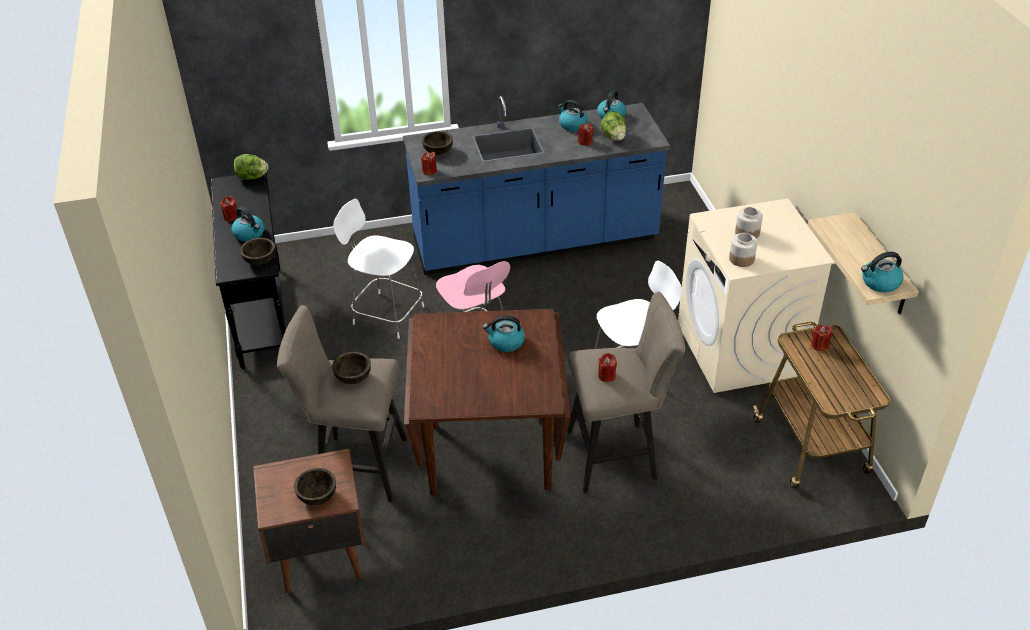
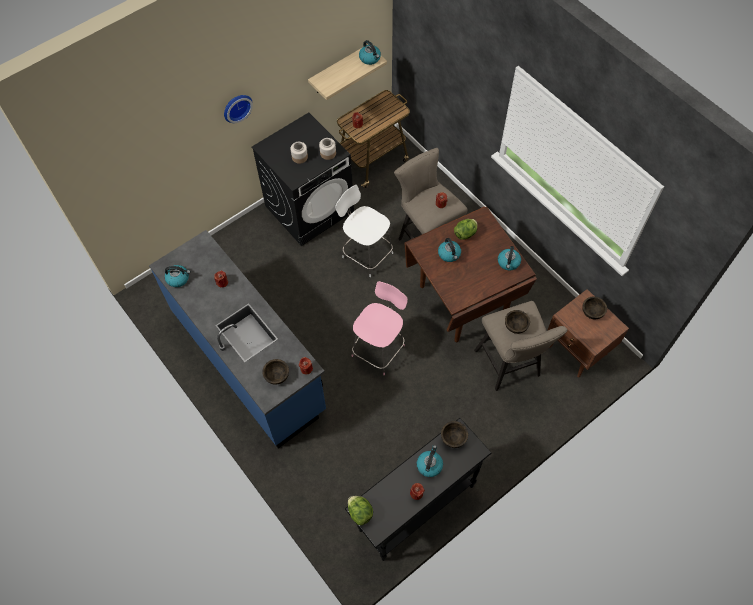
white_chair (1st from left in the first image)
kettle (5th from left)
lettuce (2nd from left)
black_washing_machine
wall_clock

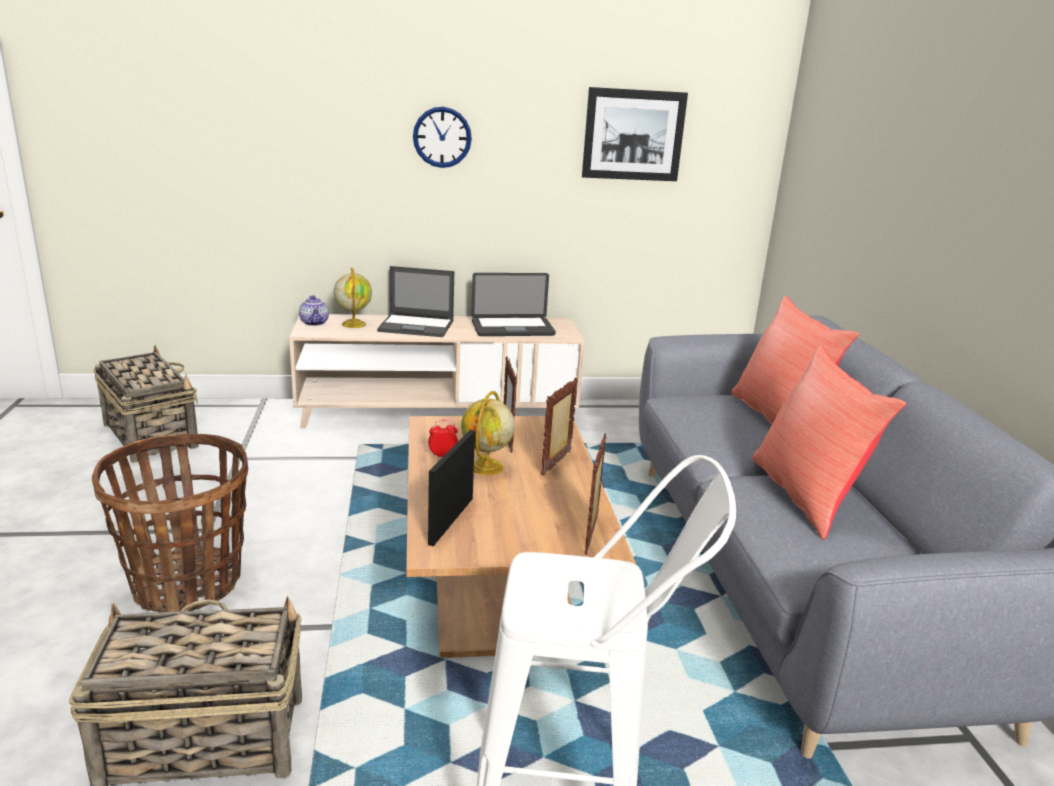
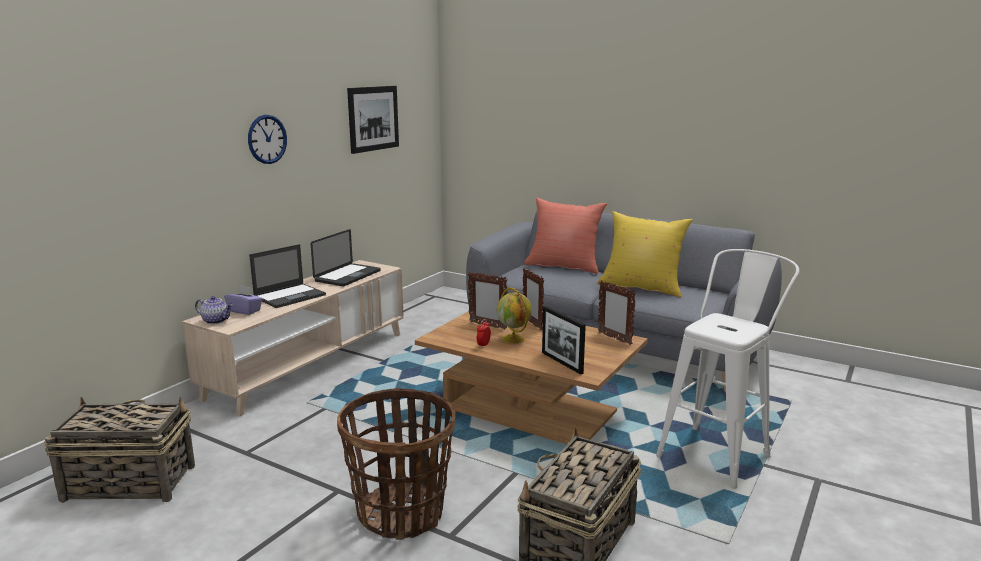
purple_tissue_box
yellow_pillow

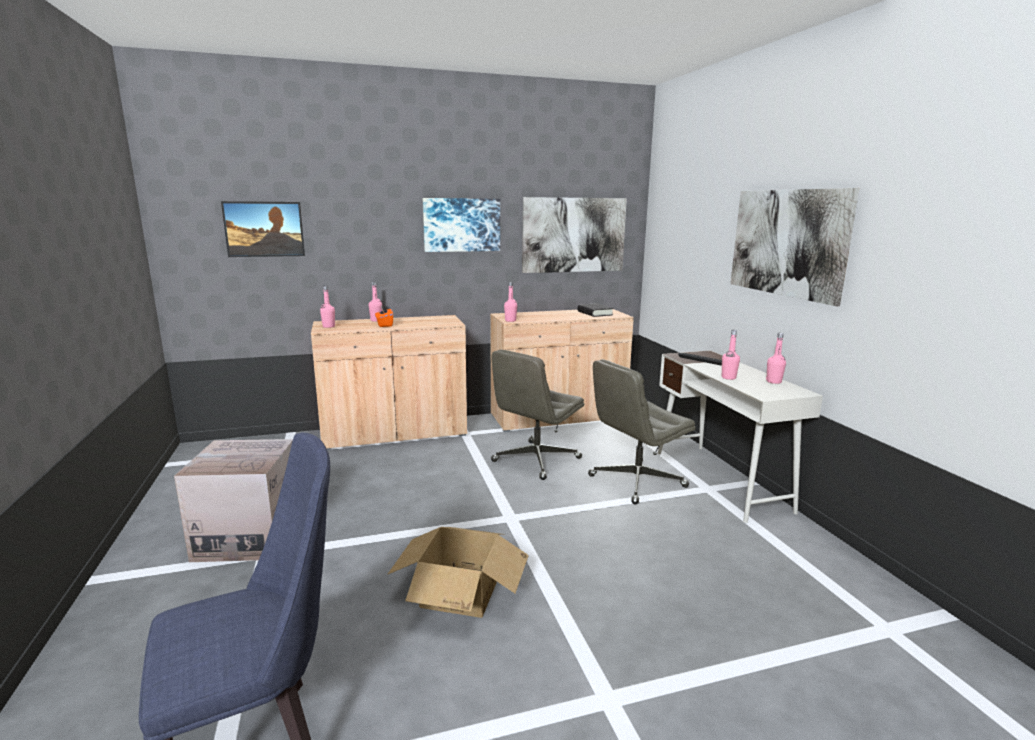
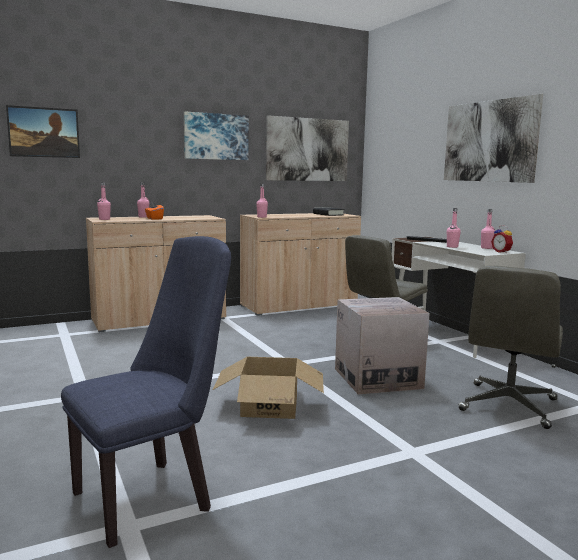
cardboard_box (2nd from left)
grey_office_chair (2nd from left)
alarm_clock

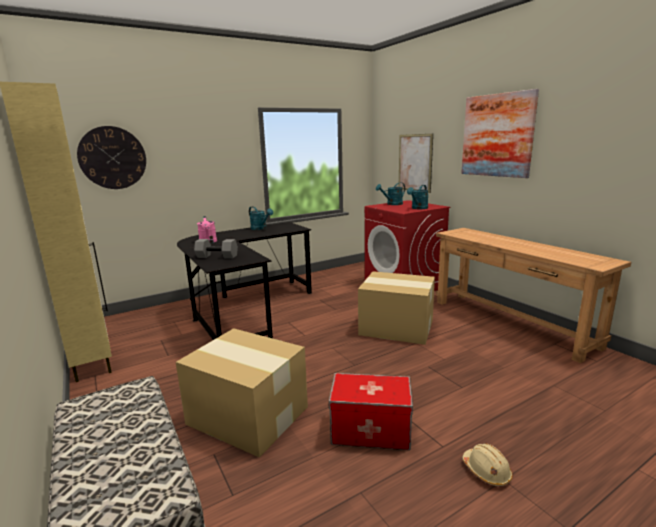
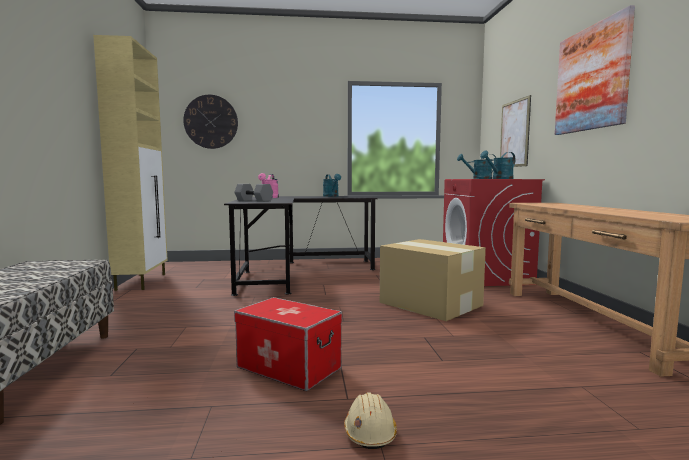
cardboard_box (1st from left in the first image)

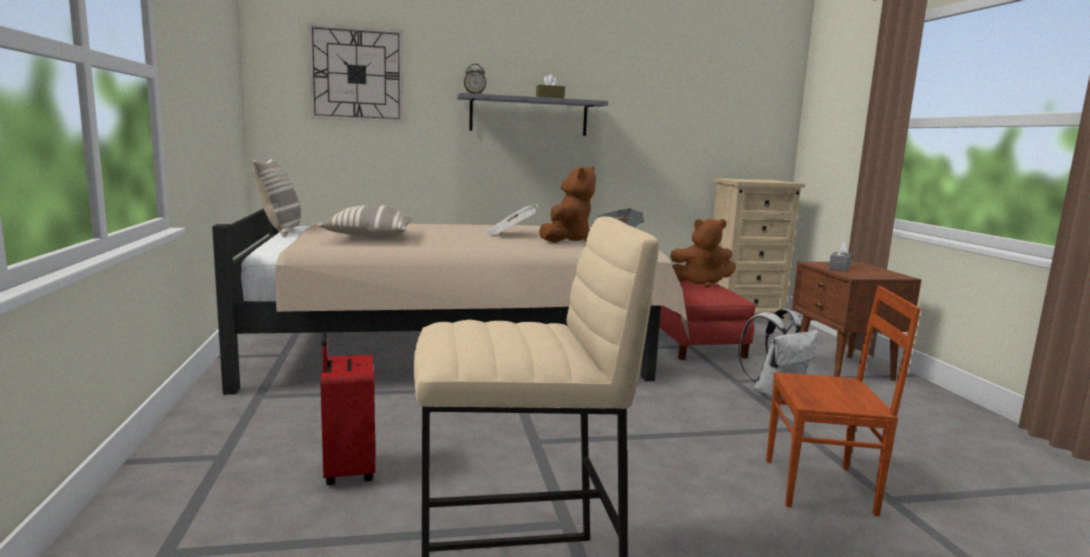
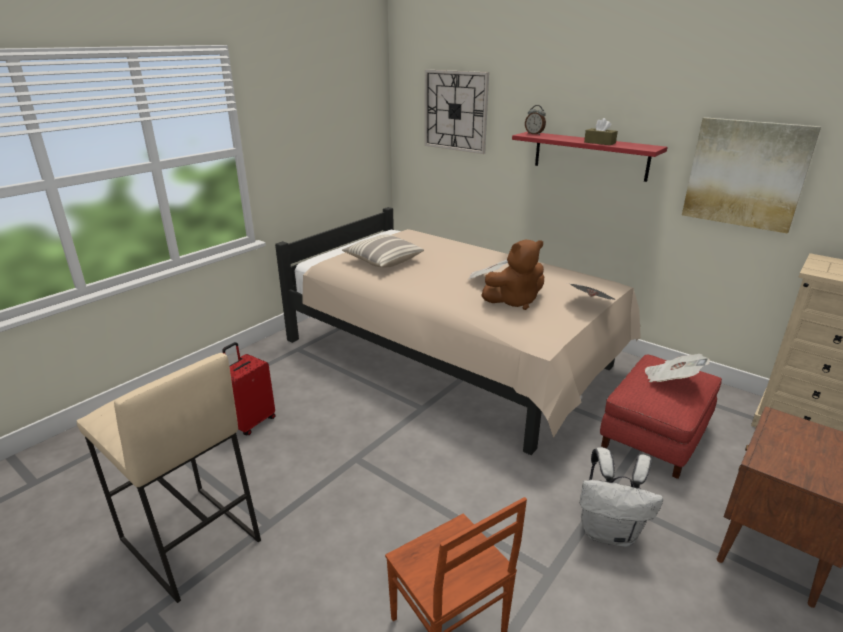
pillow (1st from left in the first image)
red_shelf
newspaper (3rd from left)
grey_tissue_box
picture

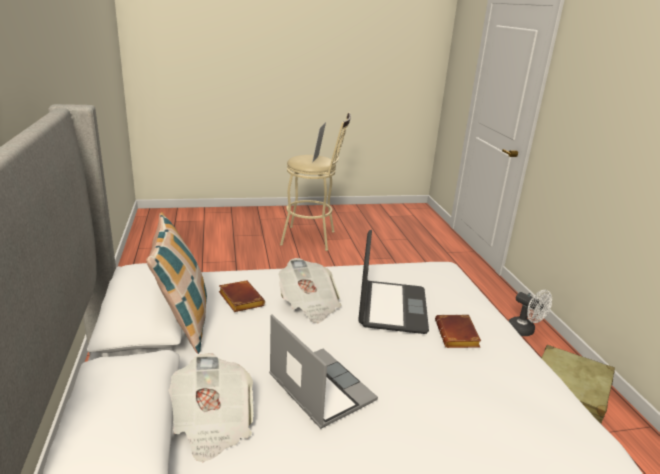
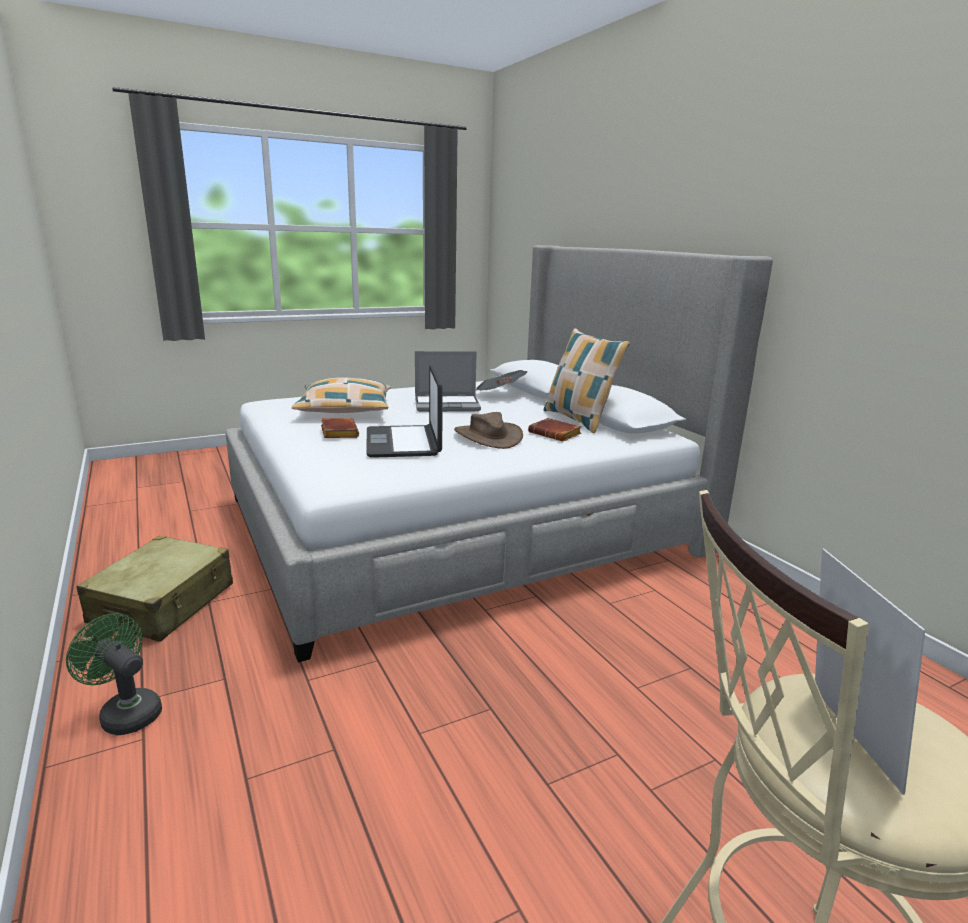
laptop (2nd from left)
brown_hat
green_fan
pillow (1st from left)

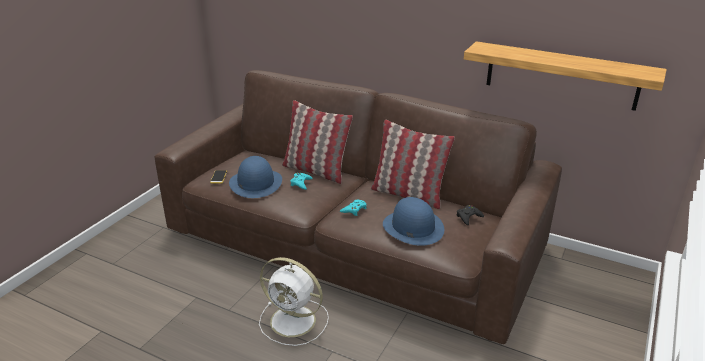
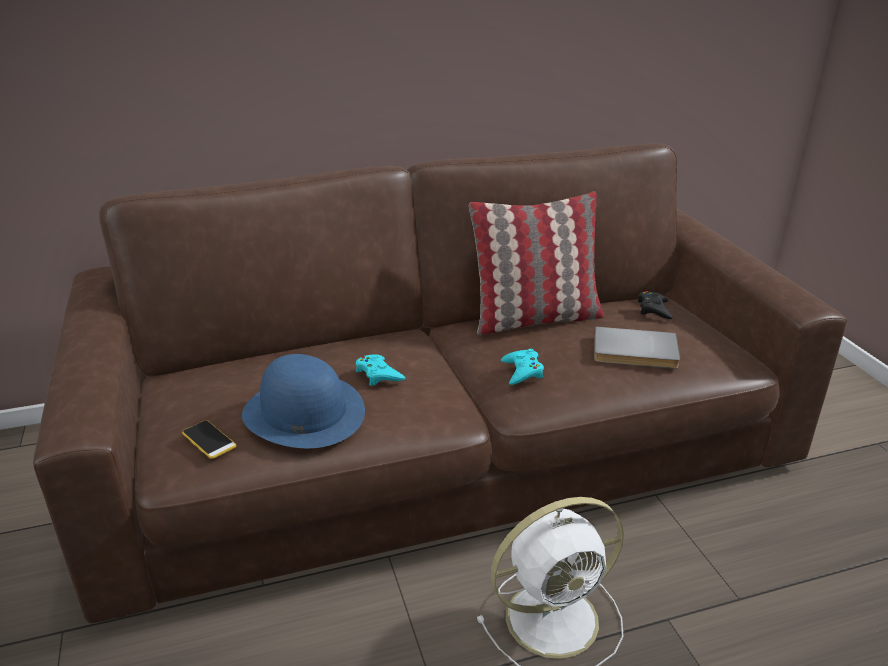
pillow (1st from left in the first image)
grey_book
shelf

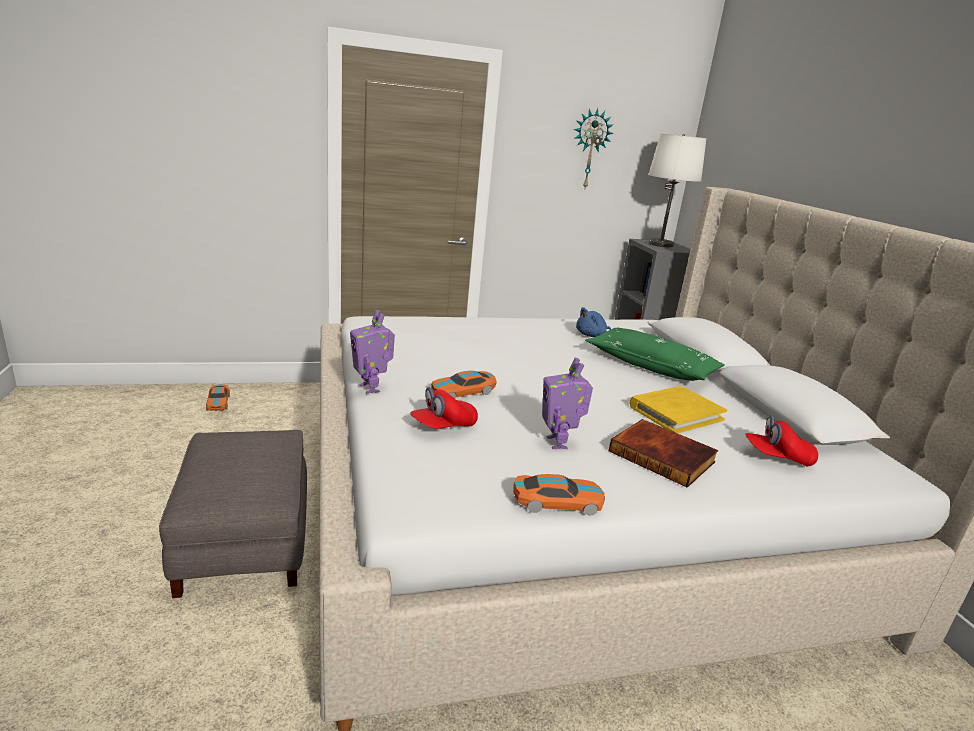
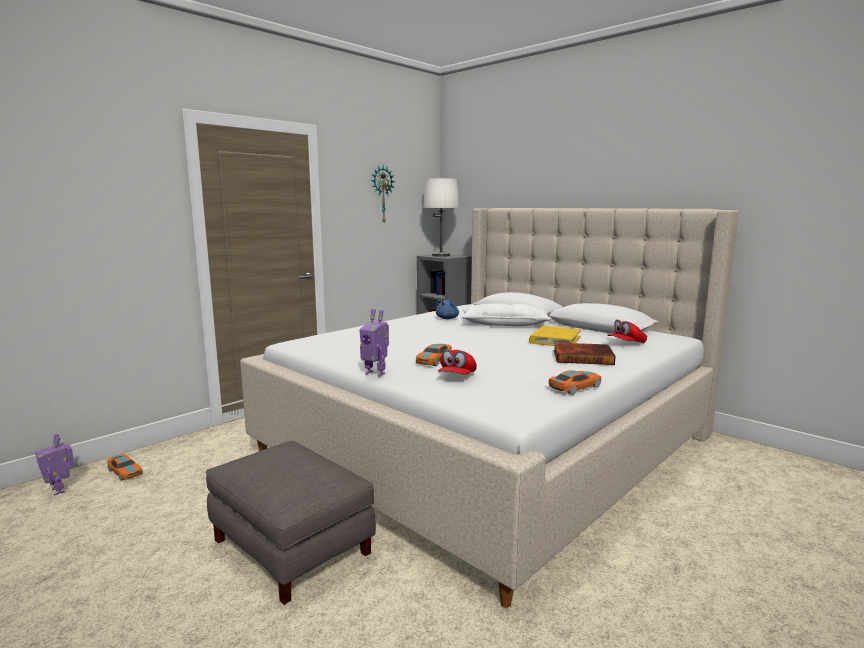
toy_robot (1st from left)
white_pillow

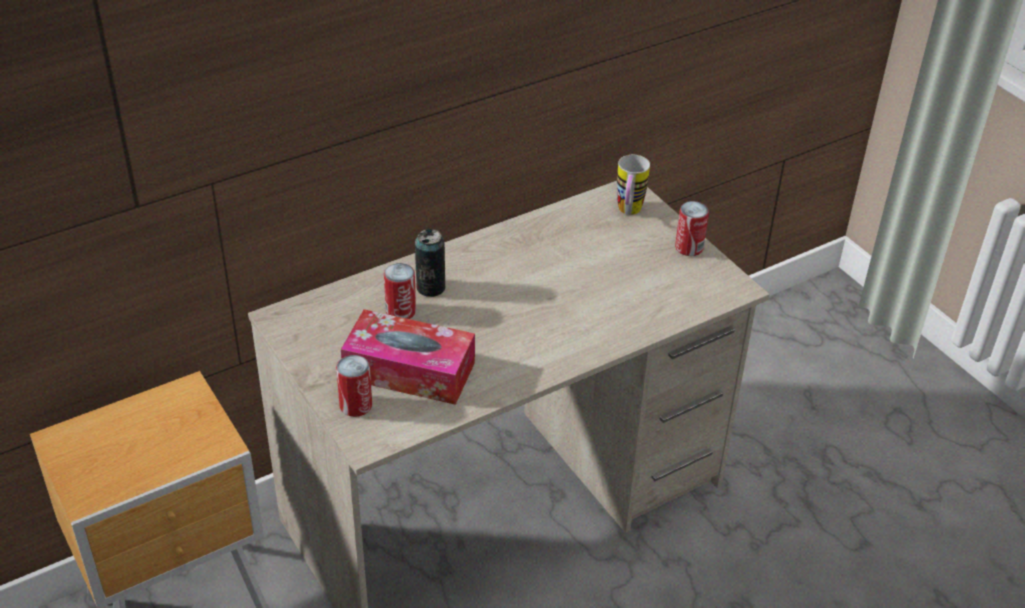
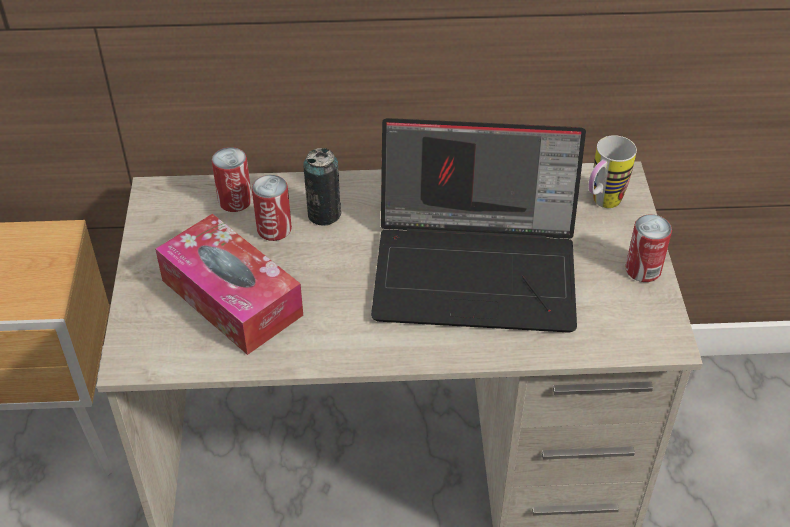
can (1st from left)
laptop

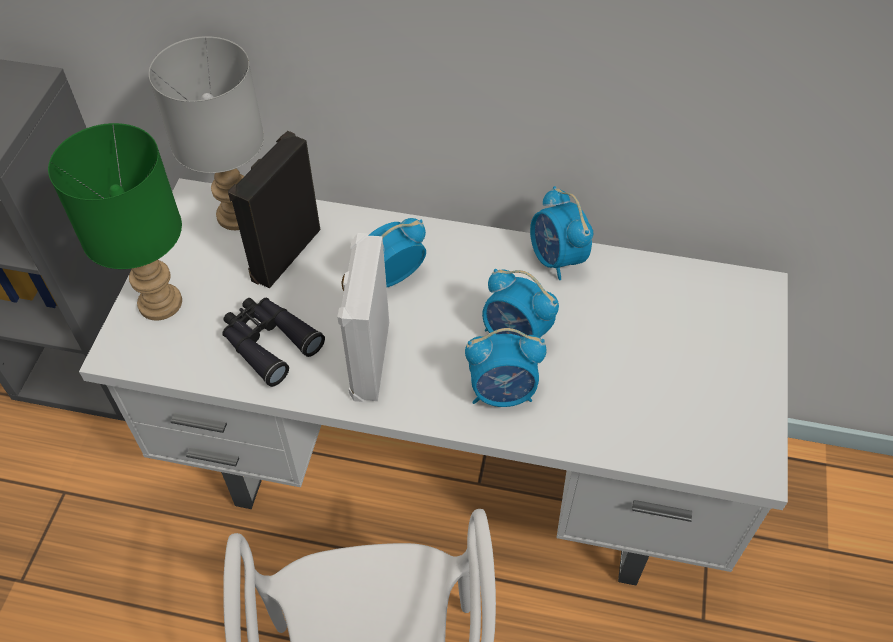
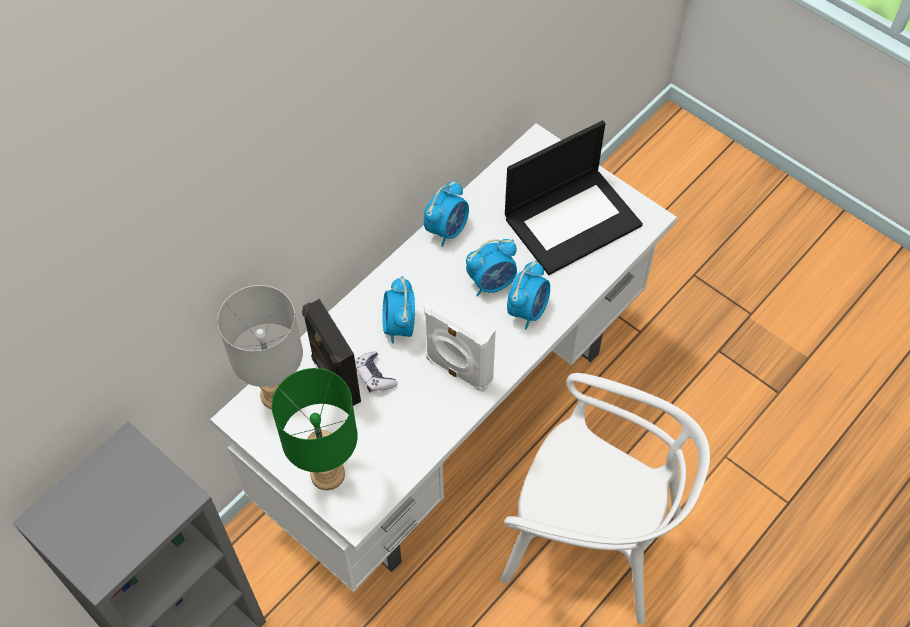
black_binoculars
alarm_clock (2nd from left)
game_controller
laptop

